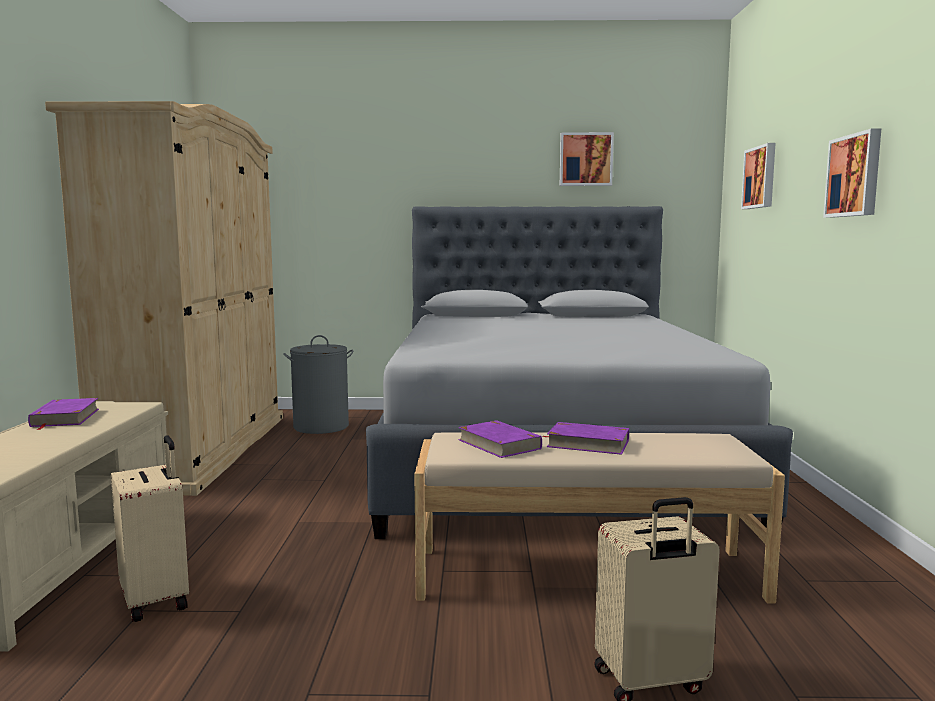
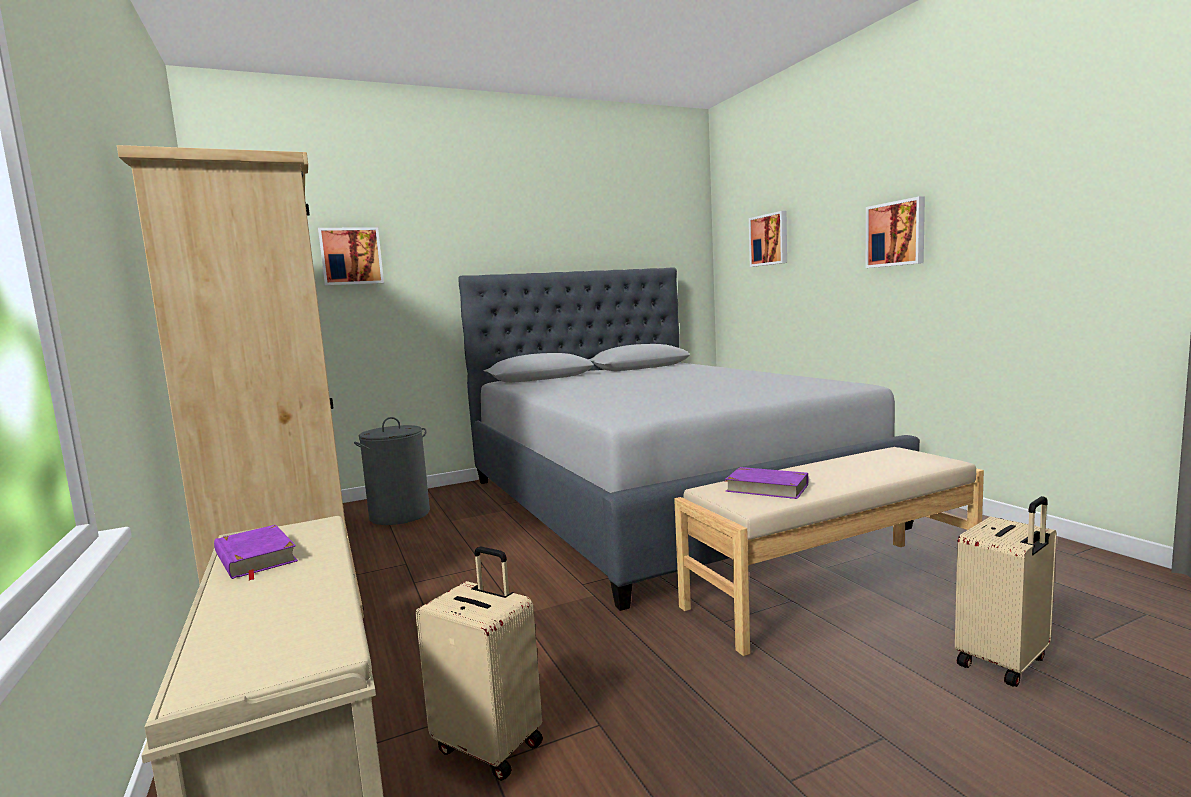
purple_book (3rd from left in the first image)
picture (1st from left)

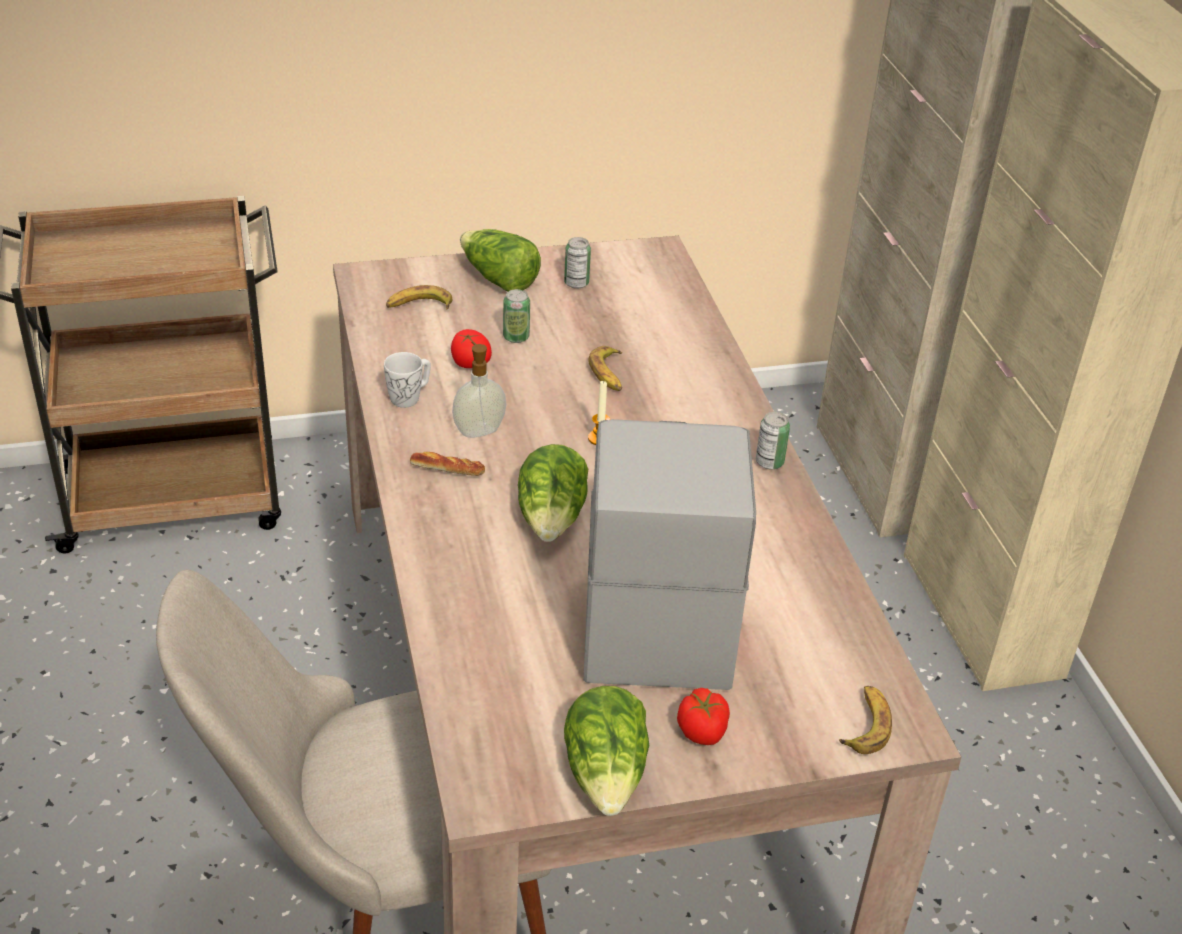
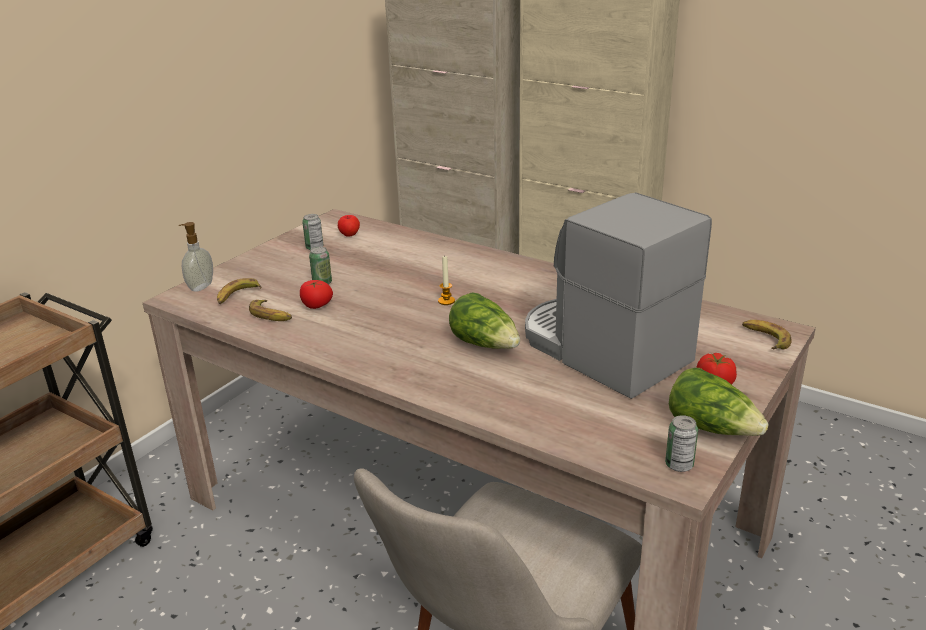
white_mug
bread
soap_dispenser
lettuce (1st from left in the first image)
banana (2nd from left)
can (3rd from left)
apple

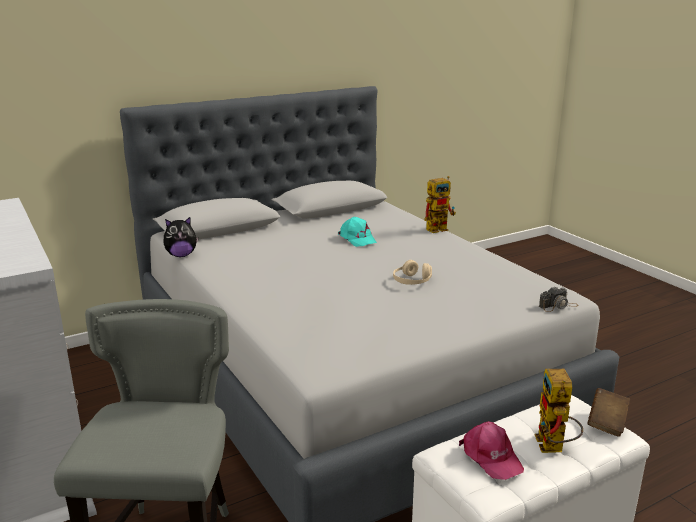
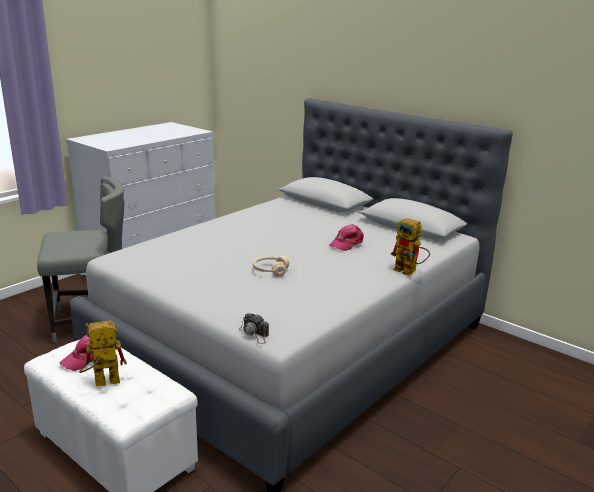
plush_toy
pink_cap (2nd from left)
brown_book

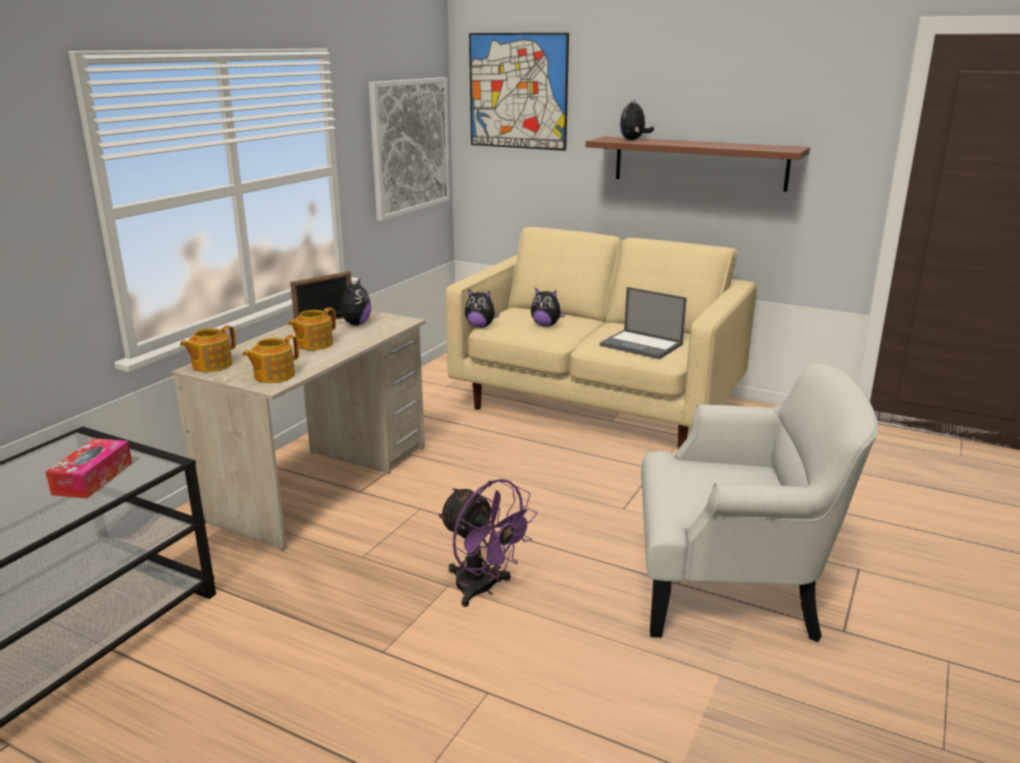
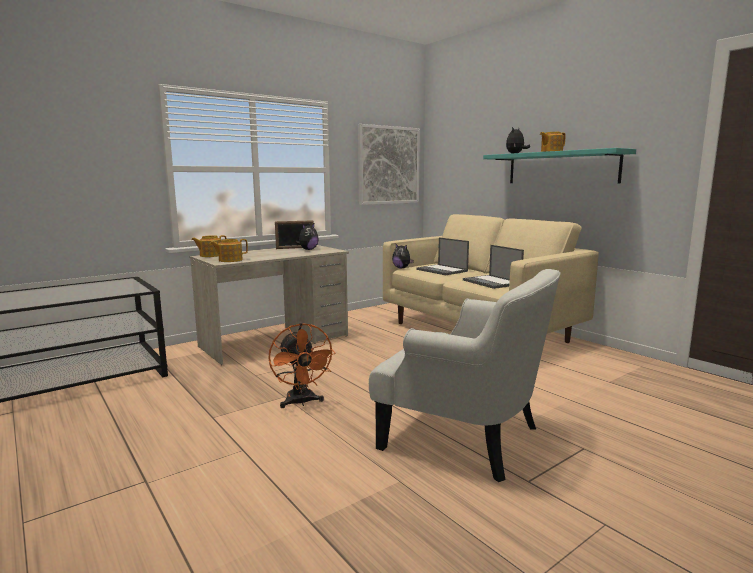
tissue_box
teapot (3rd from left)
orange_fan
picture (2nd from left in the first image)
laptop (1st from left)
turquoise_shelf

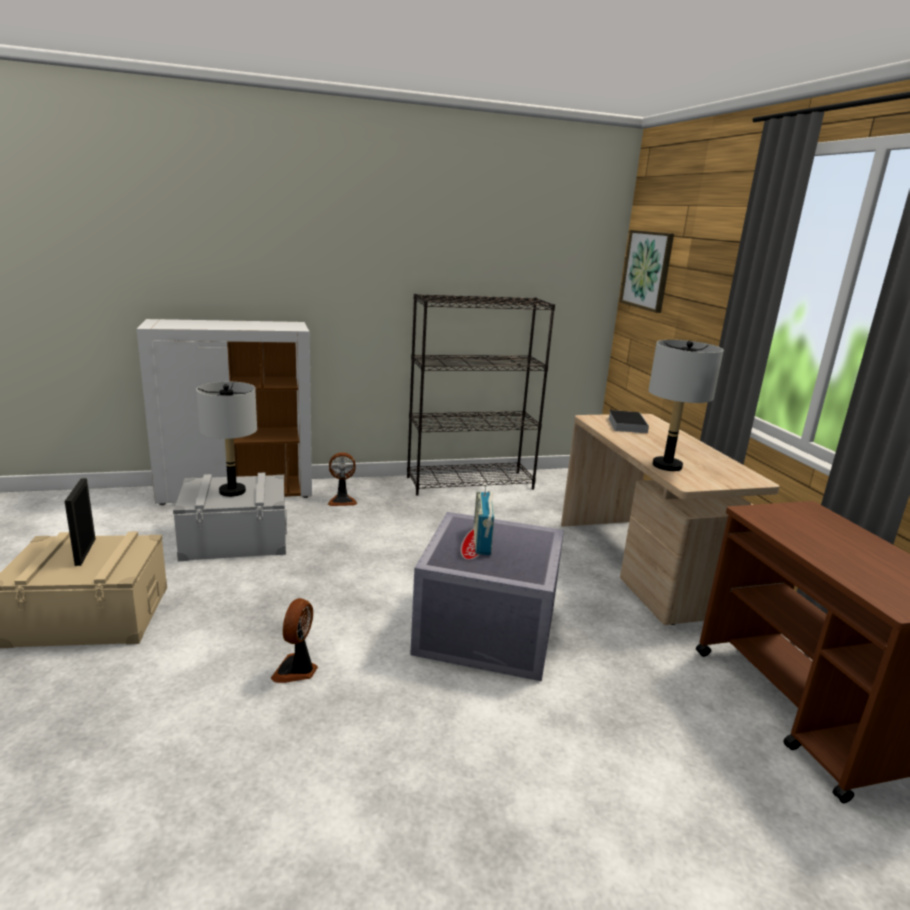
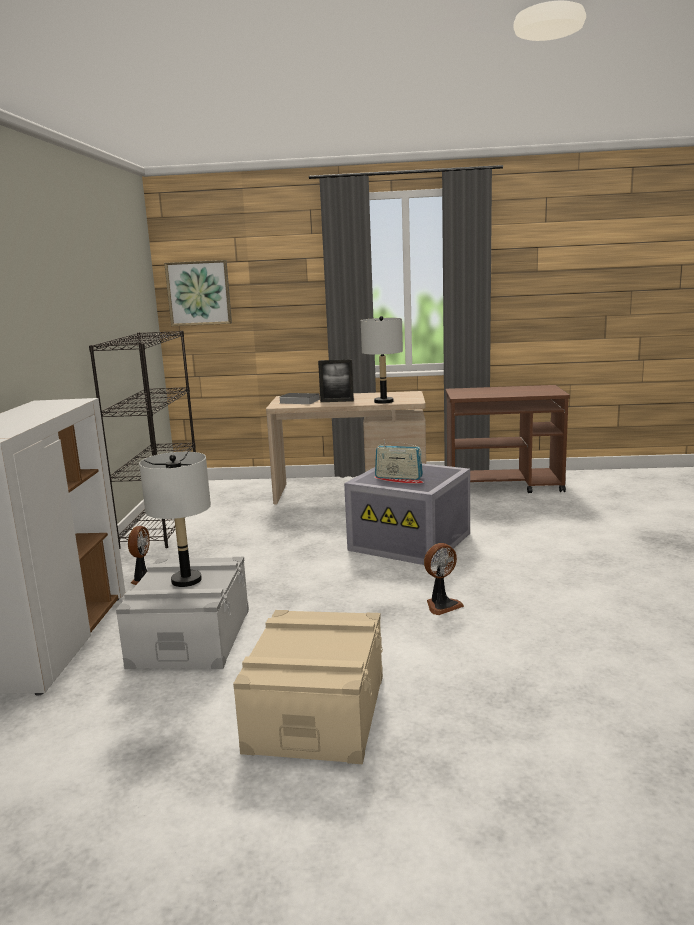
picture_frame
fan (2nd from left)

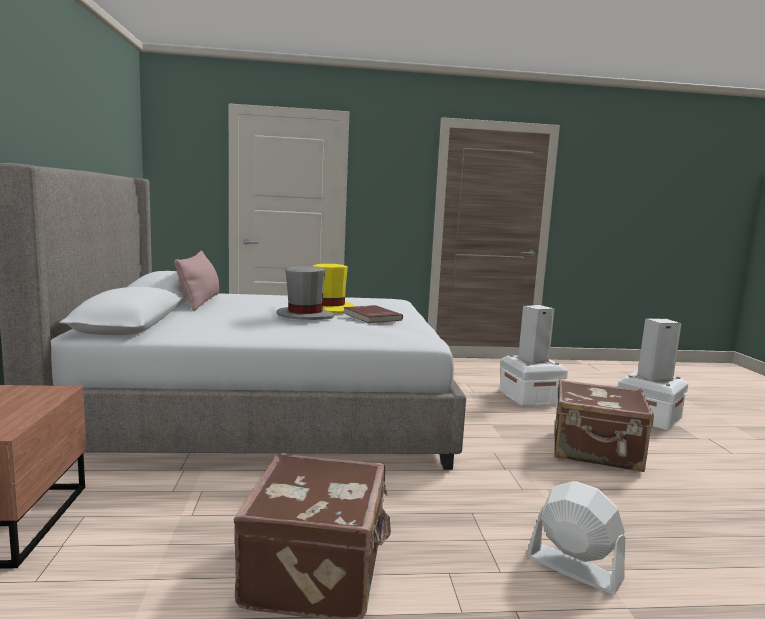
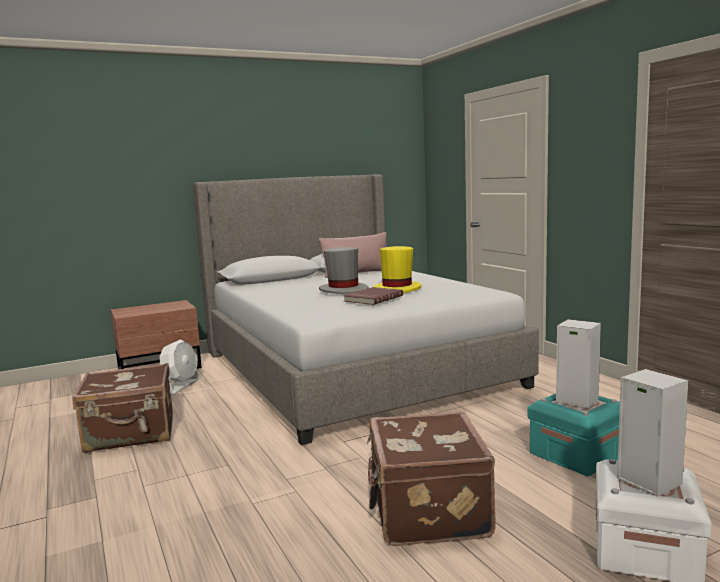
turquoise_storage_box
white_fan

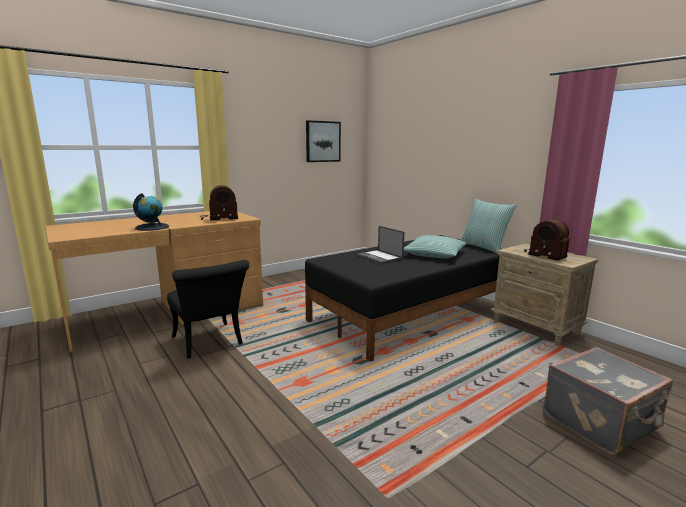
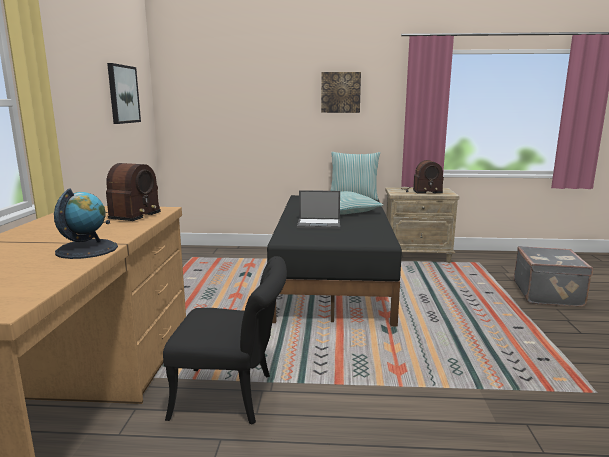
picture (2nd from left)

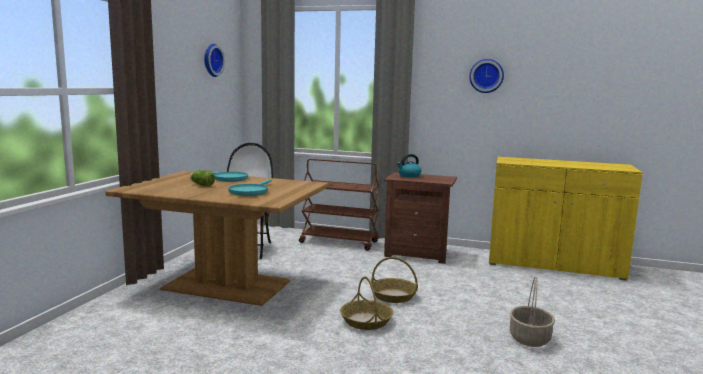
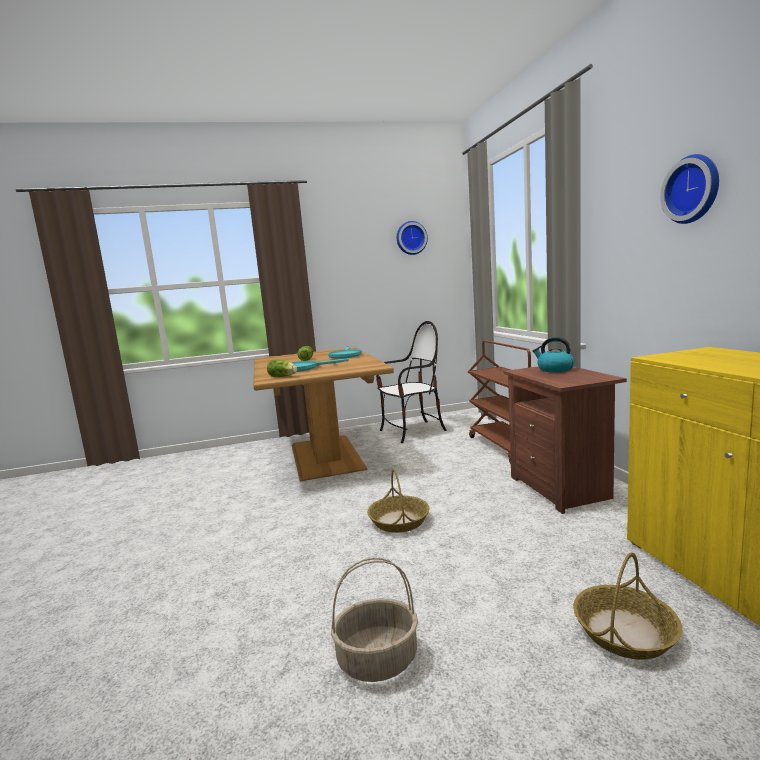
basket (3rd from left)
lettuce (1st from left)

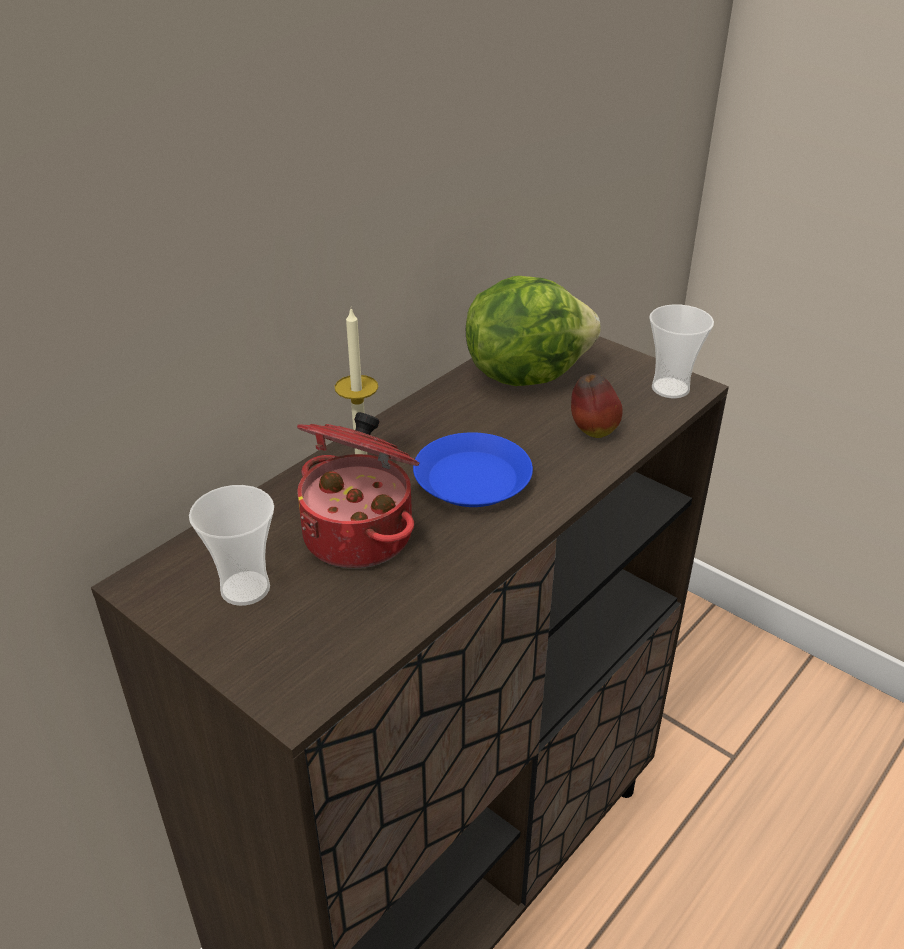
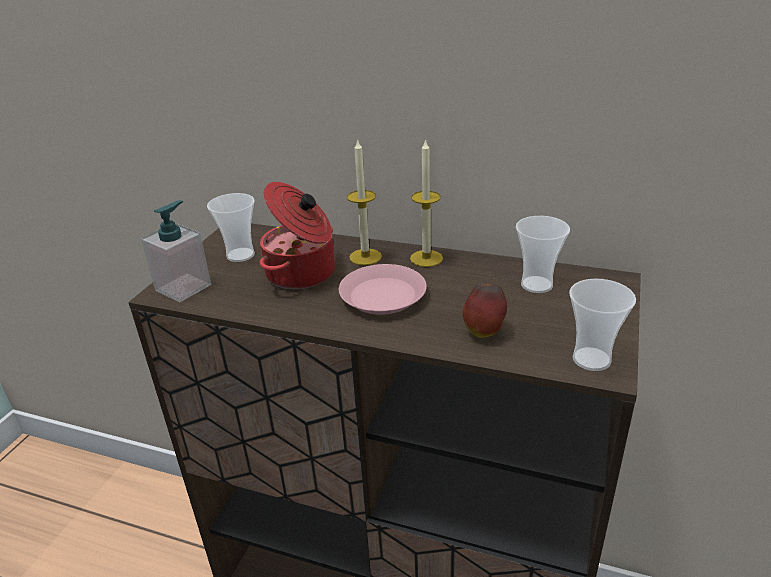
pink_plate
cup (2nd from left)
soap_dispenser
candle (2nd from left)

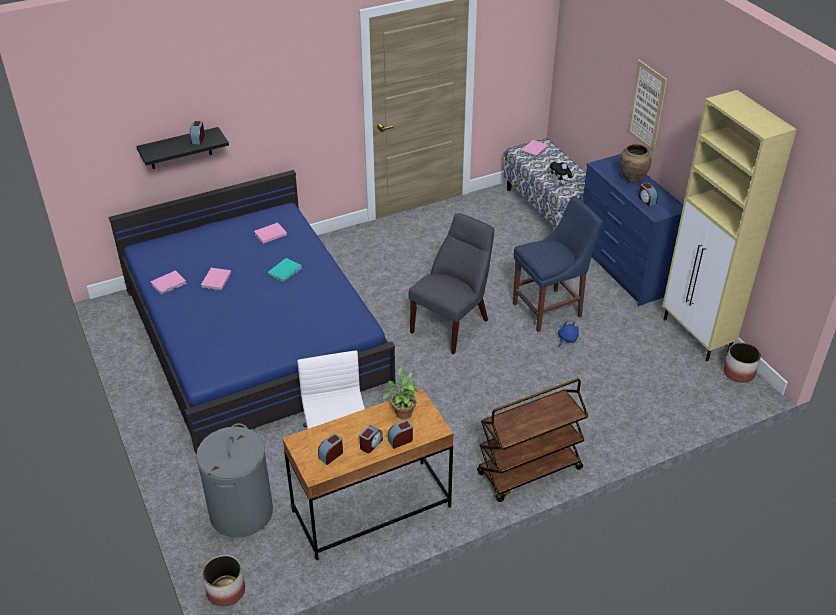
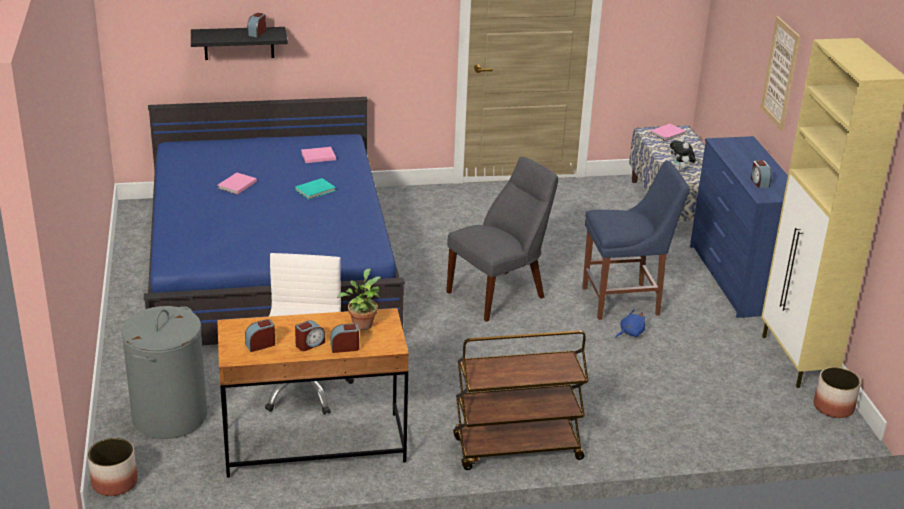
pink_book (1st from left in the first image)
brown_vase

